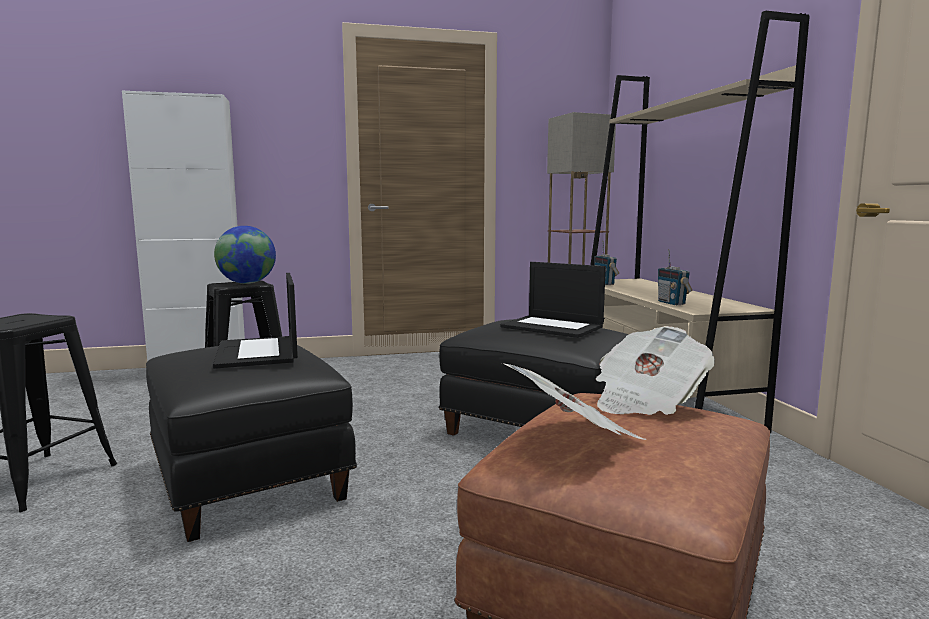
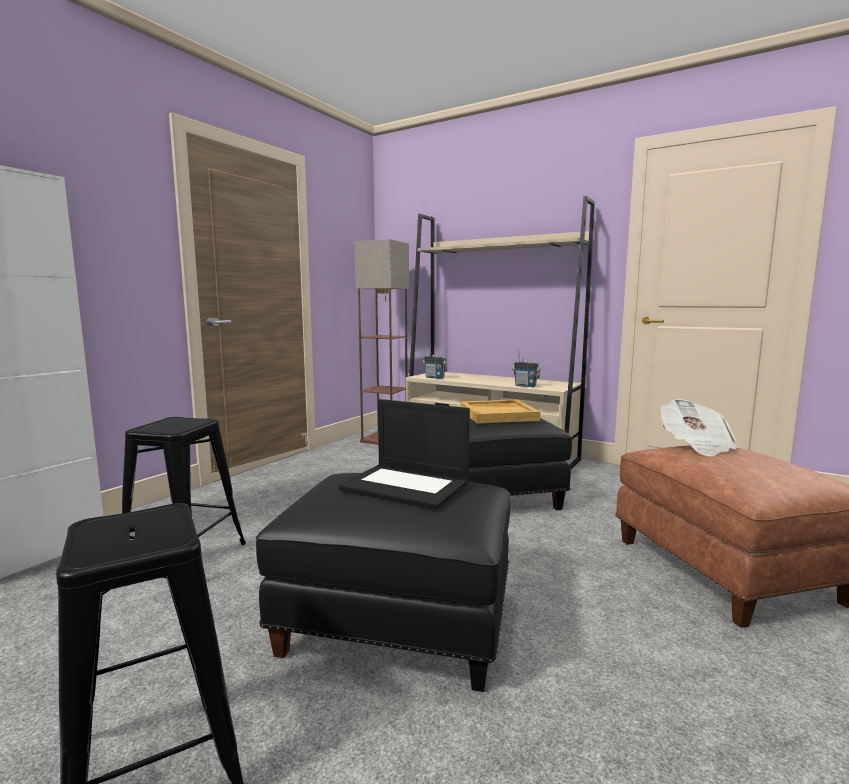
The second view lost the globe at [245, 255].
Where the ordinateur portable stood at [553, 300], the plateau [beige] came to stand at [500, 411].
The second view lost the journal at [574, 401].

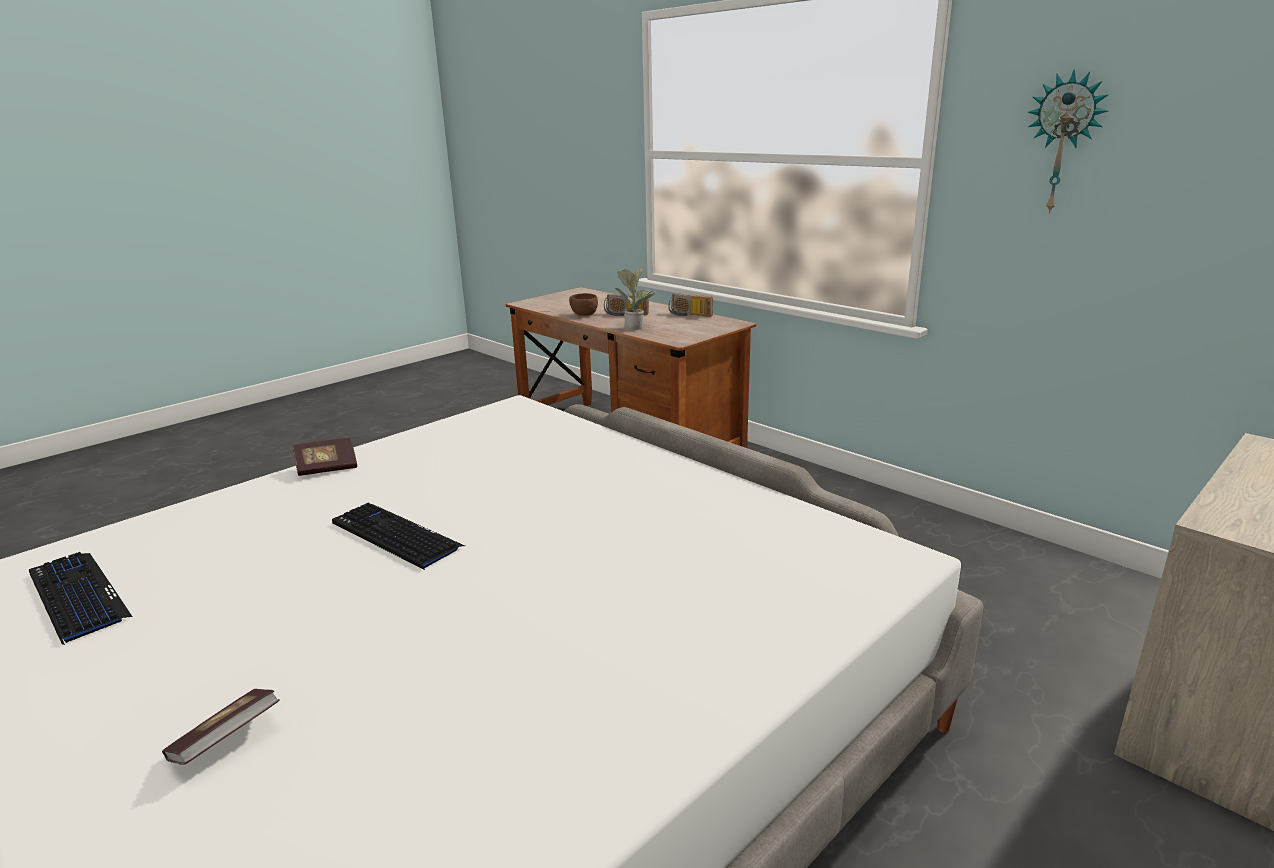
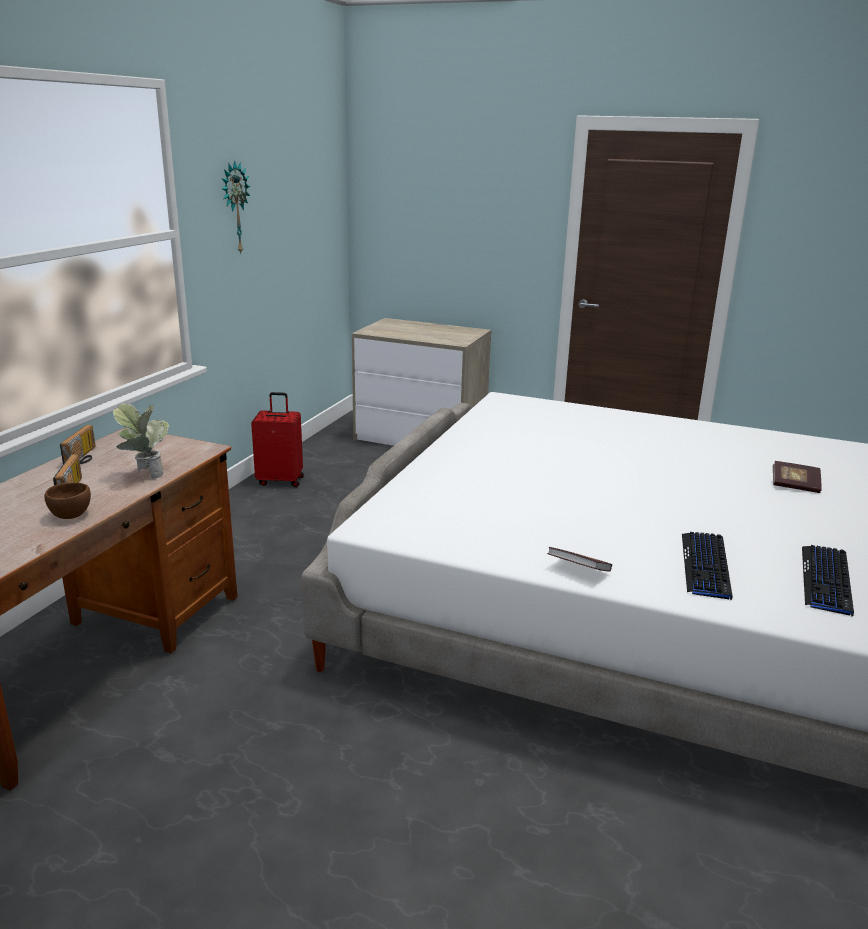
The clavier ended up elsewhere, having gone from [398, 536] to [707, 566].
The second view gained the valise [rouge] at [277, 439].

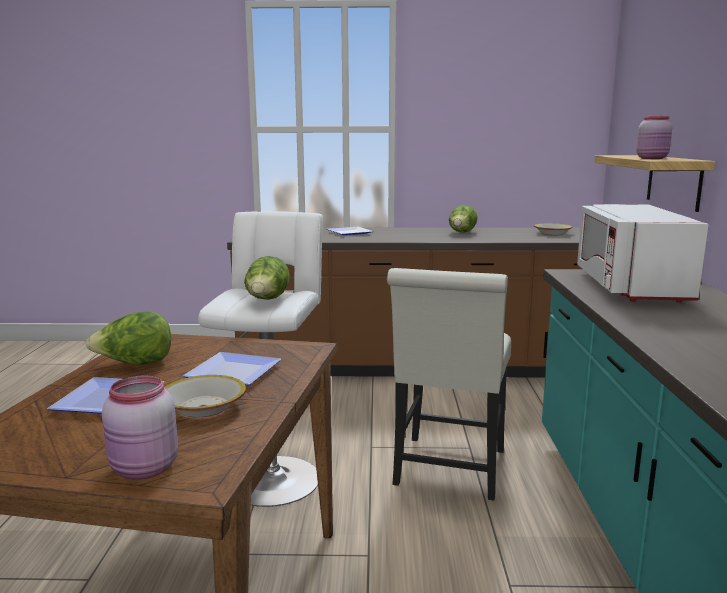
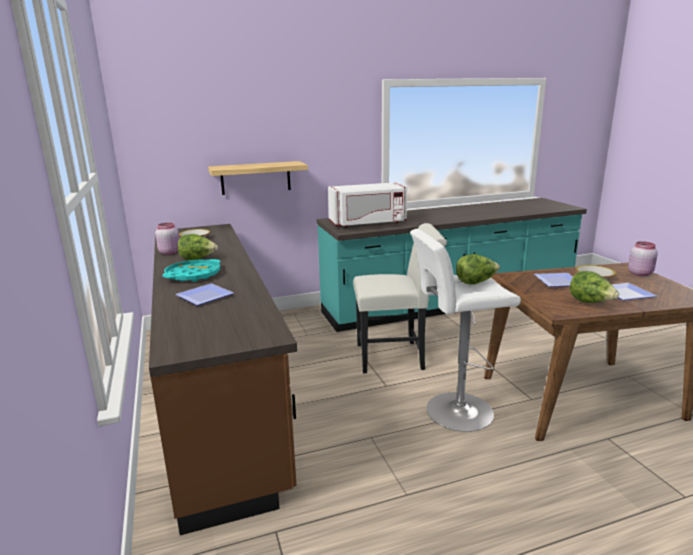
The bocal [rose] ended up elsewhere, having gone from [654, 137] to [167, 239].
The second view gained the plateau [turquoise] at [191, 270].

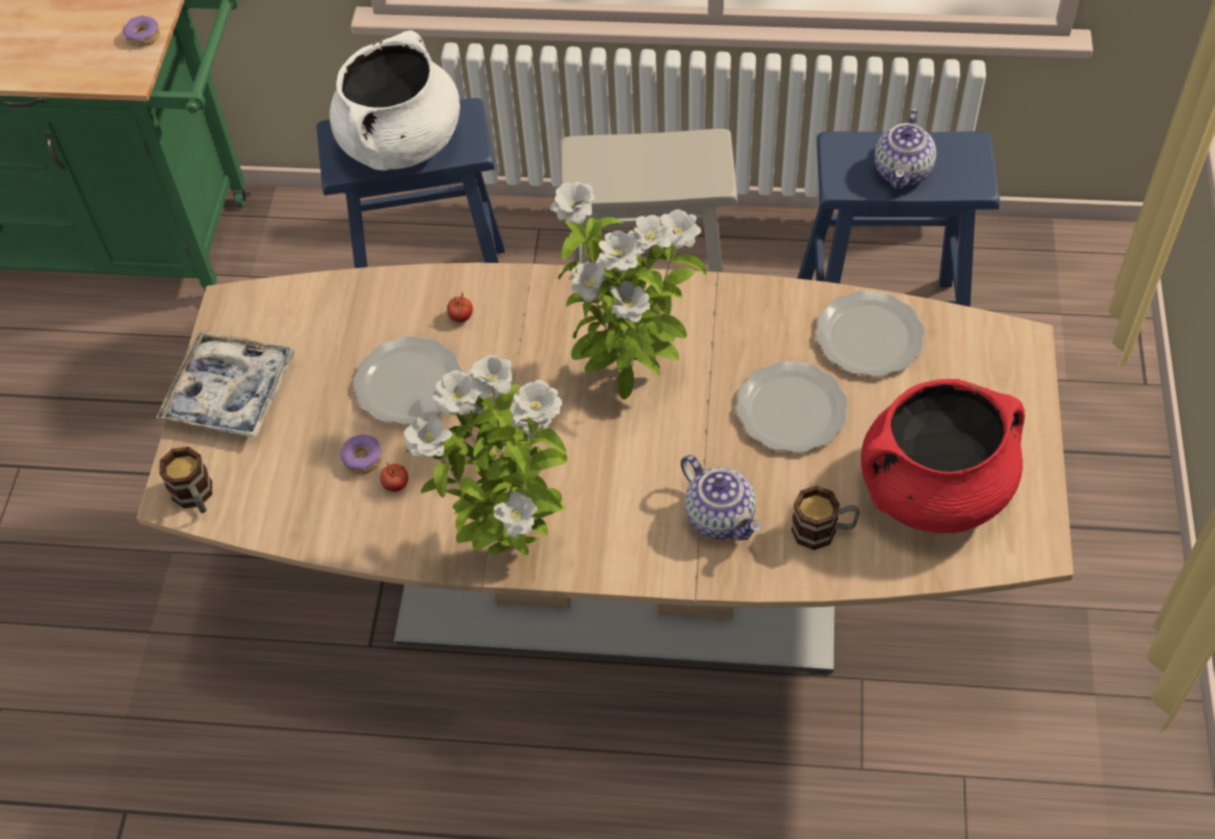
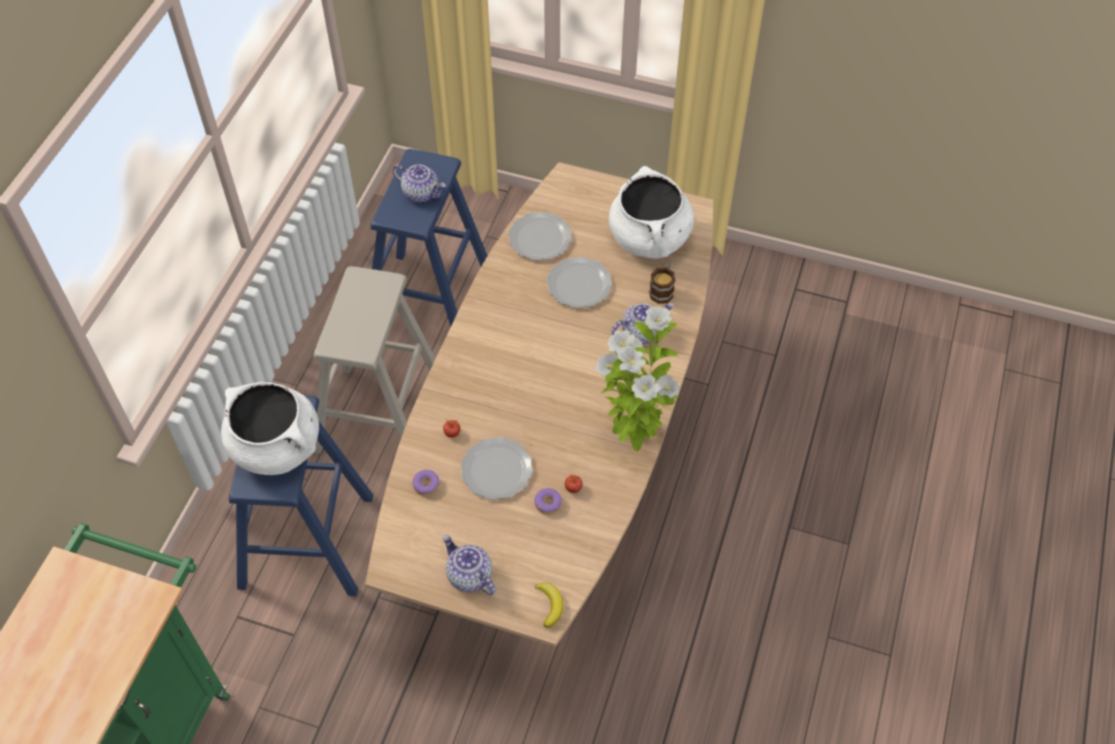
The beignet ended up elsewhere, having gone from [141, 31] to [426, 483].
The second view lost the plante en pot at [628, 290].
Where the plateau stood at [225, 384], the théière came to stand at [468, 565].
What was the marmite [rouge] at [943, 456] turned into the marmite [blanc] at [651, 212].
Where the mug stood at [185, 480], the banane came to stand at [549, 605].

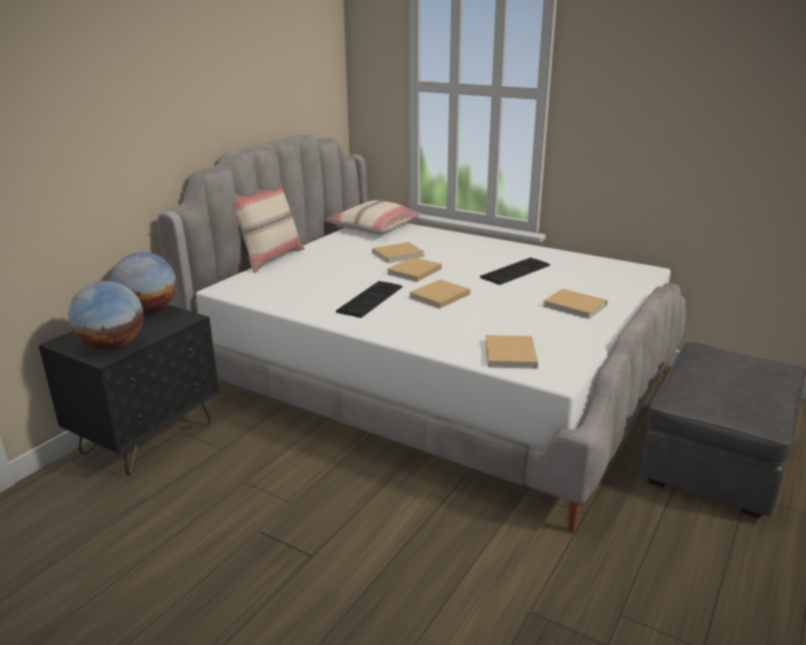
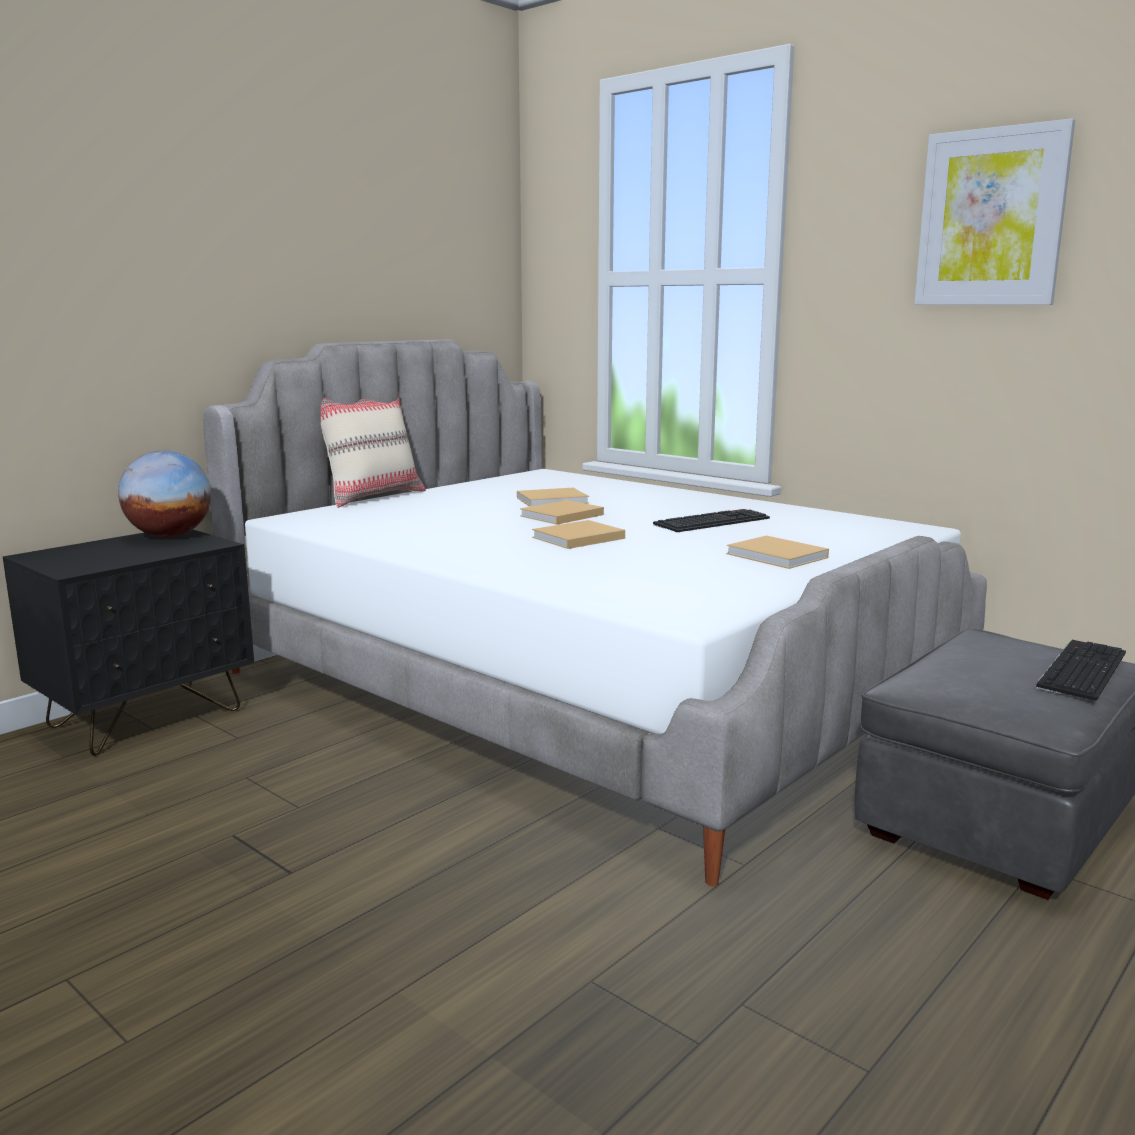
The second view lost the coussin [beige] at [373, 217].
The second view lost the globe at [105, 315].
The clavier ended up elsewhere, having gone from [369, 299] to [1081, 670].
The second view lost the livre [beige] at [511, 352].
The second view gained the tableau at [994, 212].

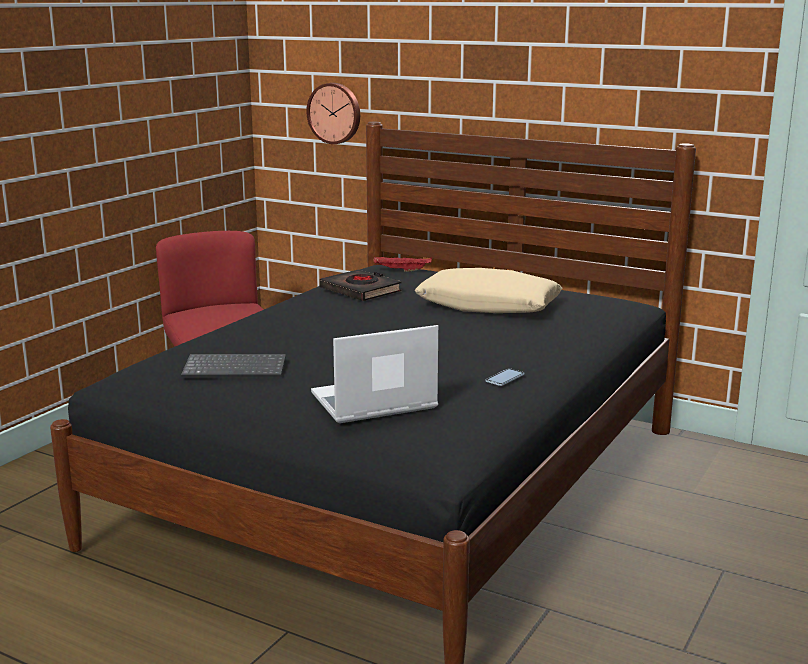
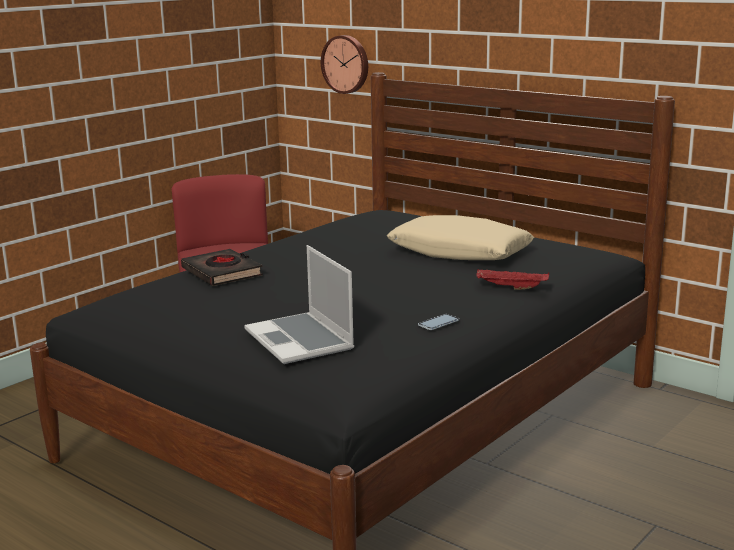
The plateau [rouge] ended up elsewhere, having gone from [402, 264] to [512, 279].
The livre [noir] ended up elsewhere, having gone from [360, 285] to [222, 267].
The ordinateur portable at [374, 374] ended up facing another way, 105 degrees counterclockwise from before.
The second view lost the clavier at [233, 366].

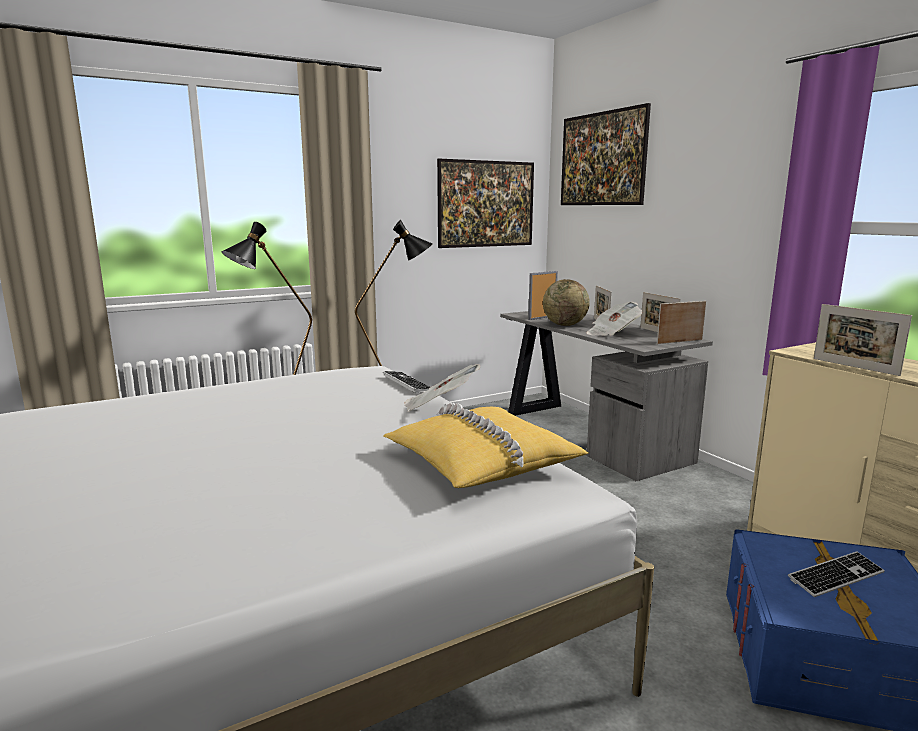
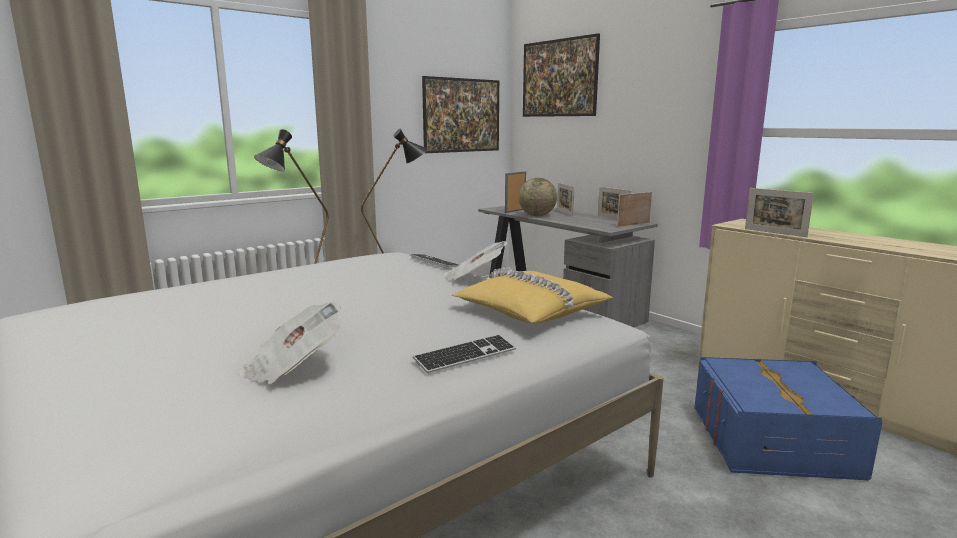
The journal ended up elsewhere, having gone from [614, 319] to [289, 343].
The clavier ended up elsewhere, having gone from [836, 574] to [464, 353].

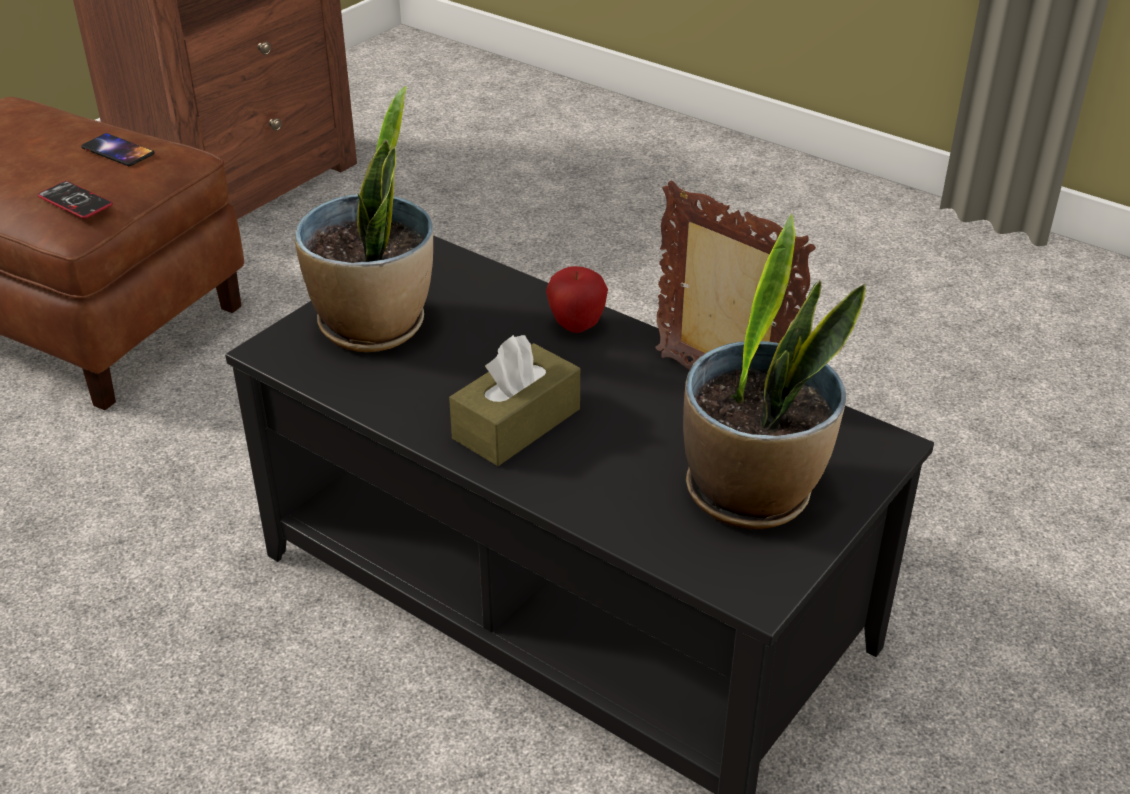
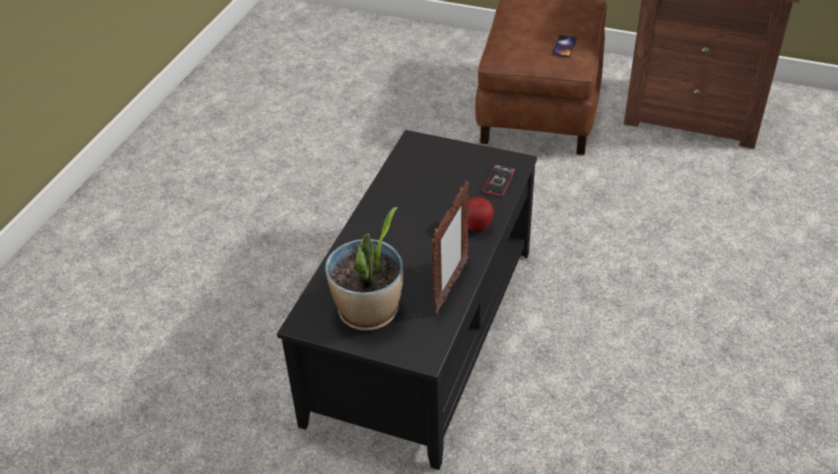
The second view lost the plante en pot at [363, 219].
The téléphone ended up elsewhere, having gone from [75, 200] to [498, 180].
The second view lost the boîte à mouchoirs [marron] at [514, 400].

